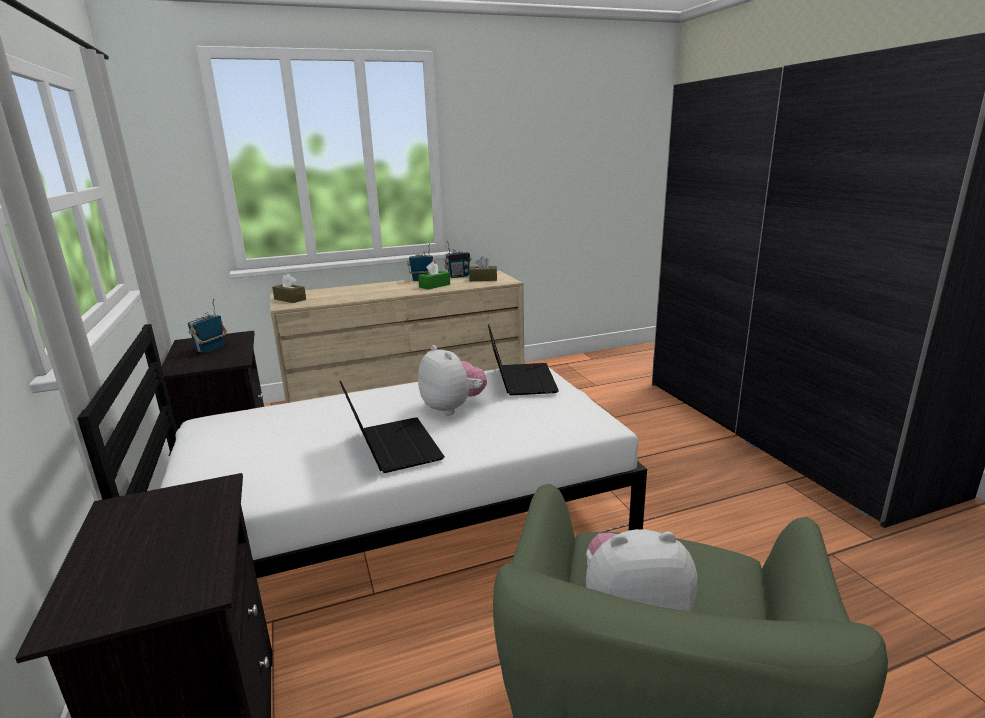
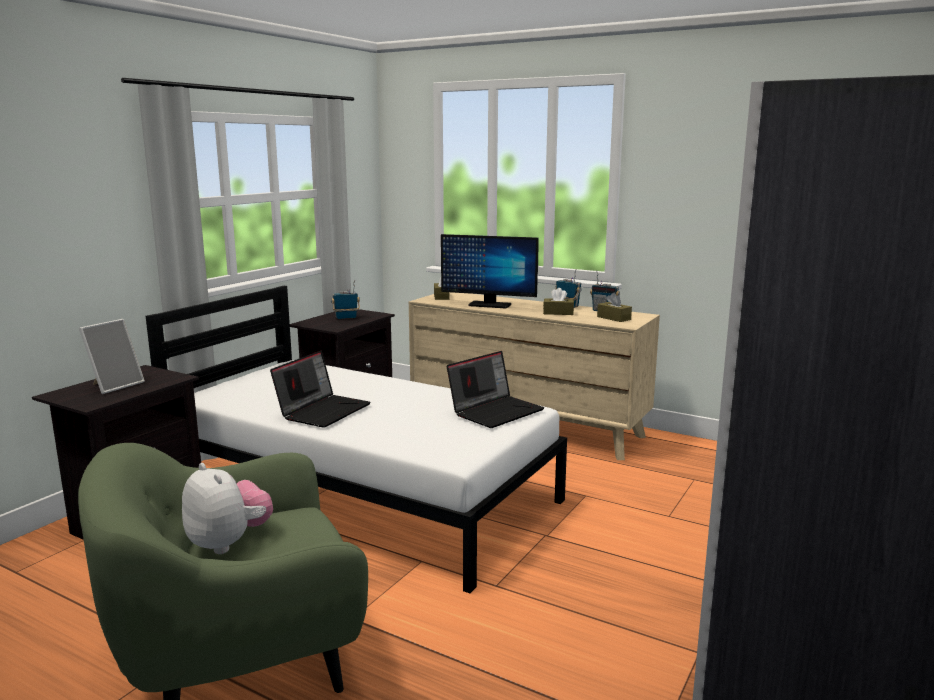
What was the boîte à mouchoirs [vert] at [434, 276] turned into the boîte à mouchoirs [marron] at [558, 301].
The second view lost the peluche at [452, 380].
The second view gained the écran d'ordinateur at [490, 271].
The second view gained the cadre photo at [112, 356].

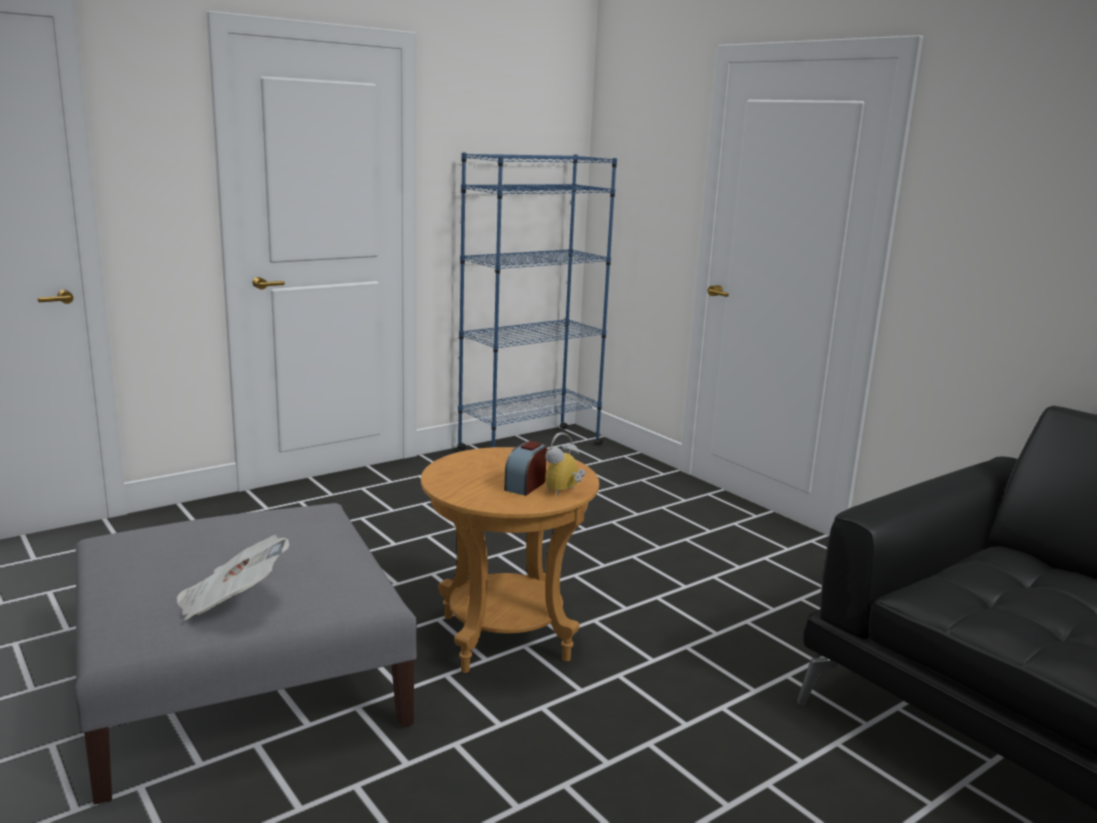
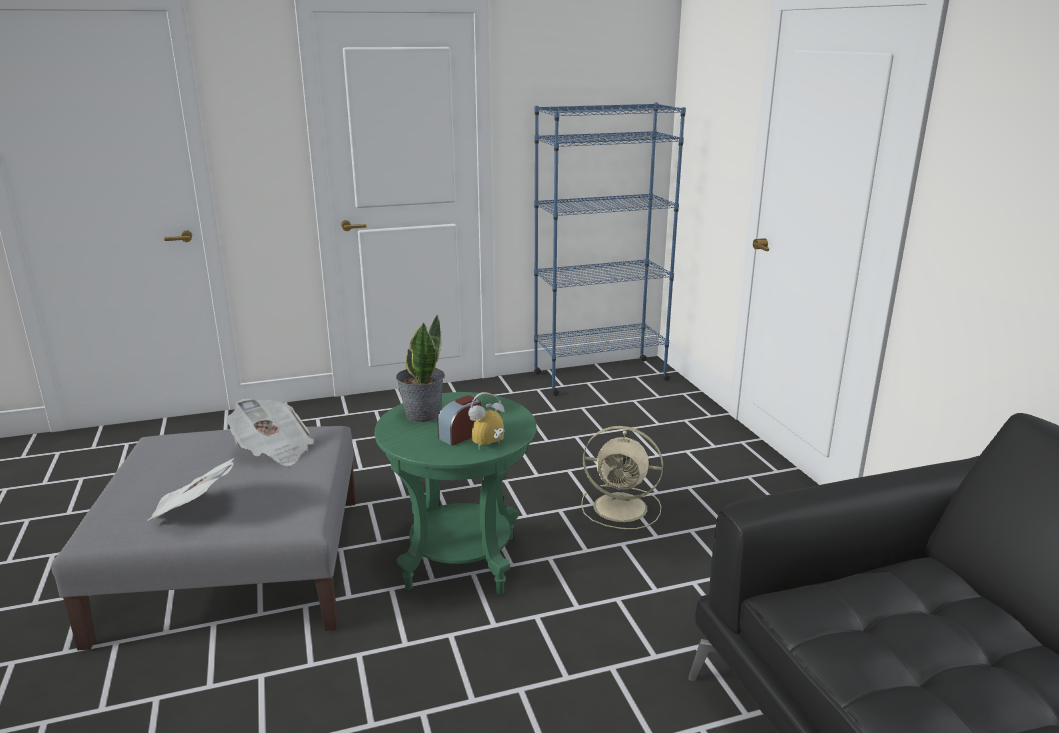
What was the table d'appoint [marron] at [510, 560] turned into the table d'appoint [vert] at [456, 493].
The second view gained the plante en pot at [420, 369].
The second view gained the journal at [270, 432].
The second view gained the ventilateur [beige] at [622, 477].

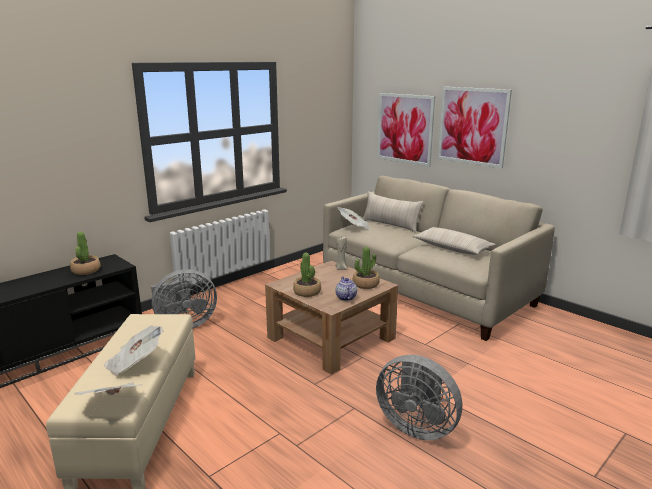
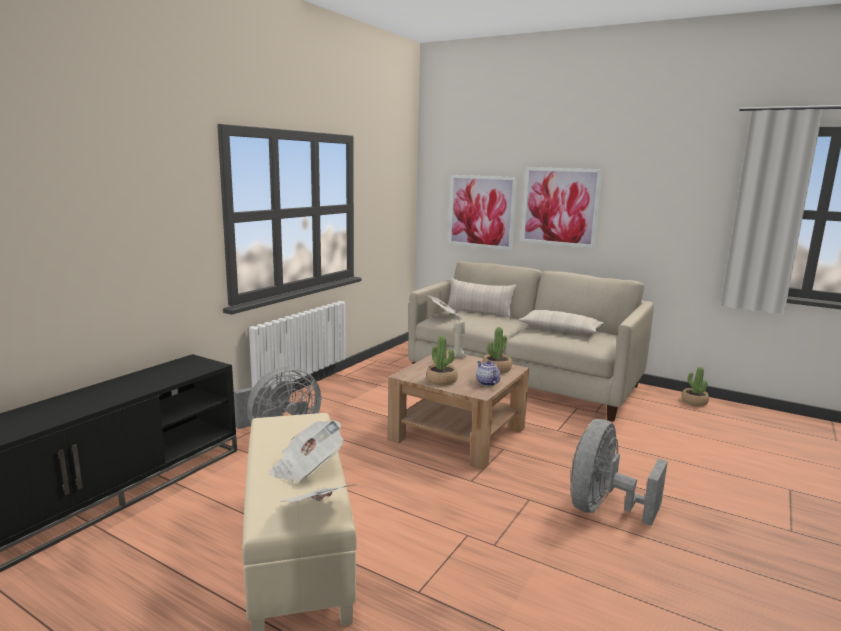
The plante en pot ended up elsewhere, having gone from [85, 253] to [695, 386].
The ventilateur [gris] at [419, 397] ended up facing another way, 105 degrees clockwise from before.

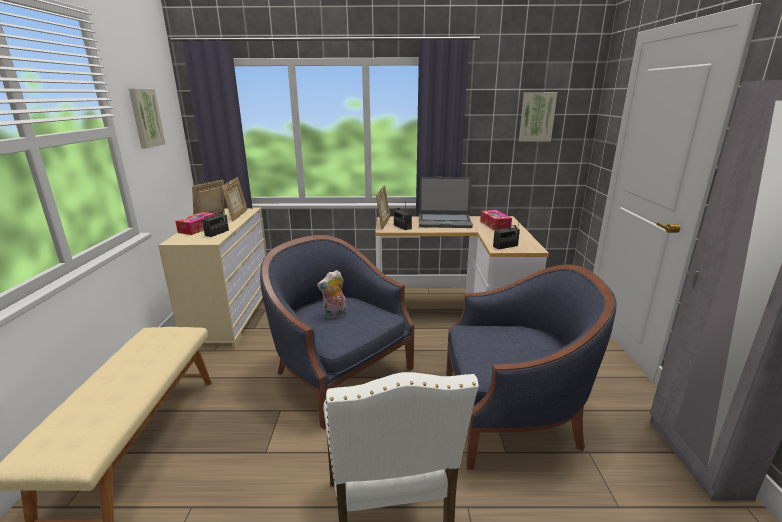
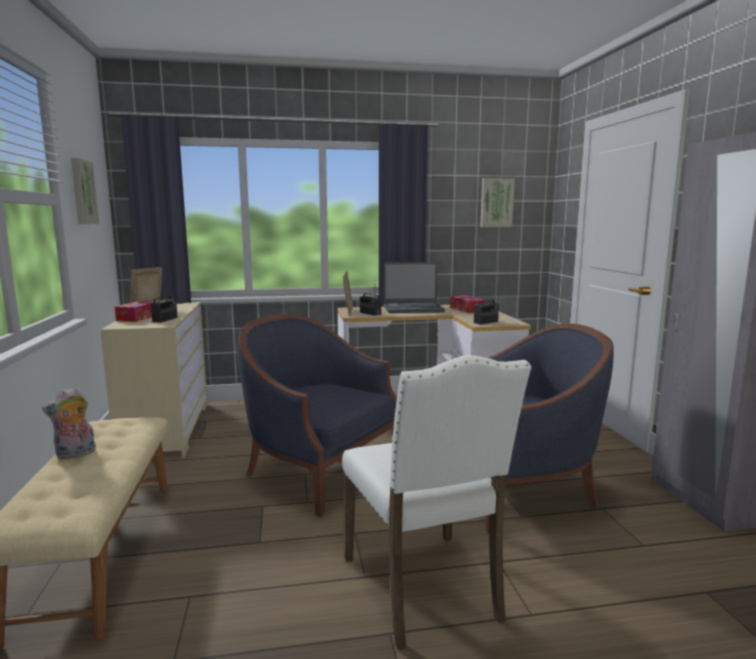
The second view lost the cadre photo at [234, 199].
The peluche ended up elsewhere, having gone from [332, 294] to [69, 423].

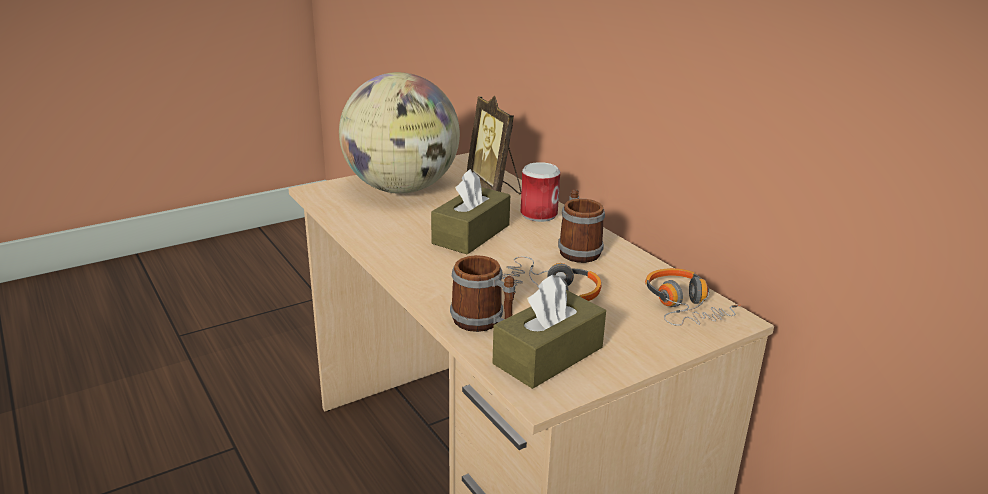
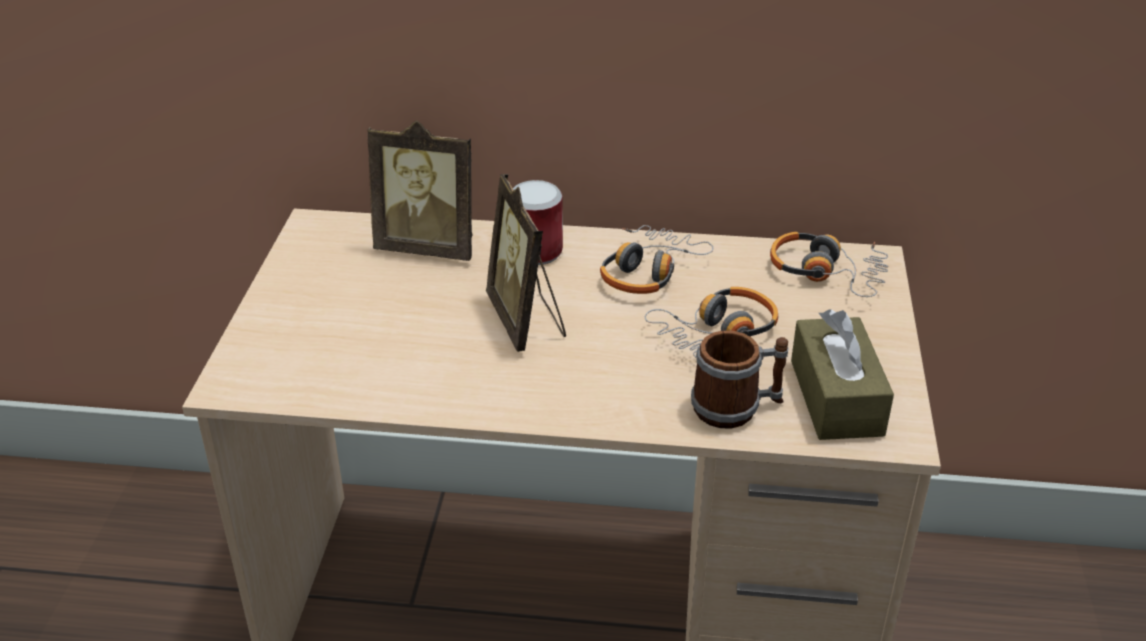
The second view lost the globe at [399, 133].
Where the boîte à mouchoirs [marron] stood at [470, 212], the cadre photo came to stand at [526, 263].
Where the mug stood at [581, 226], the casque audio came to stand at [656, 259].

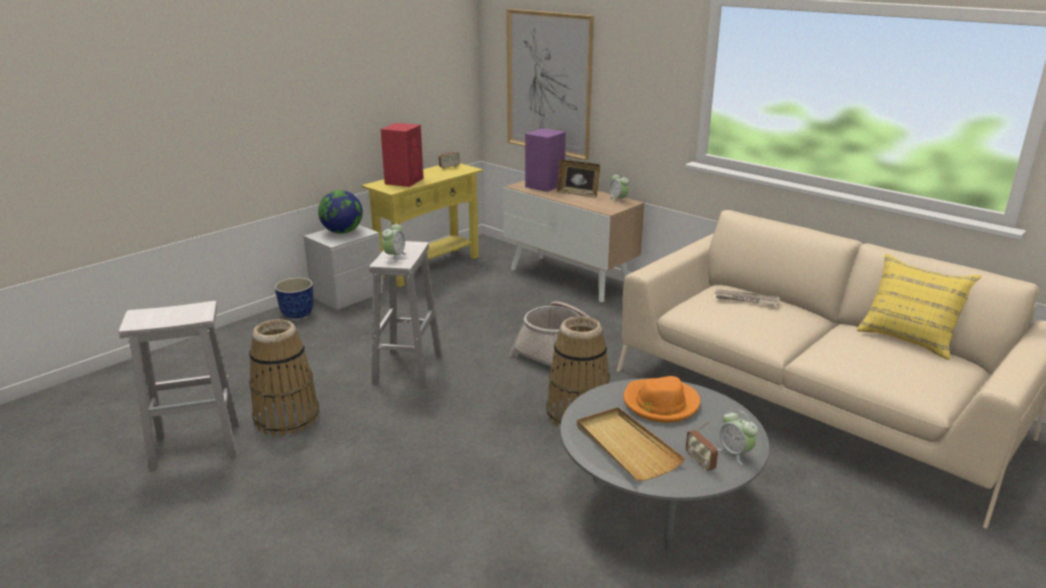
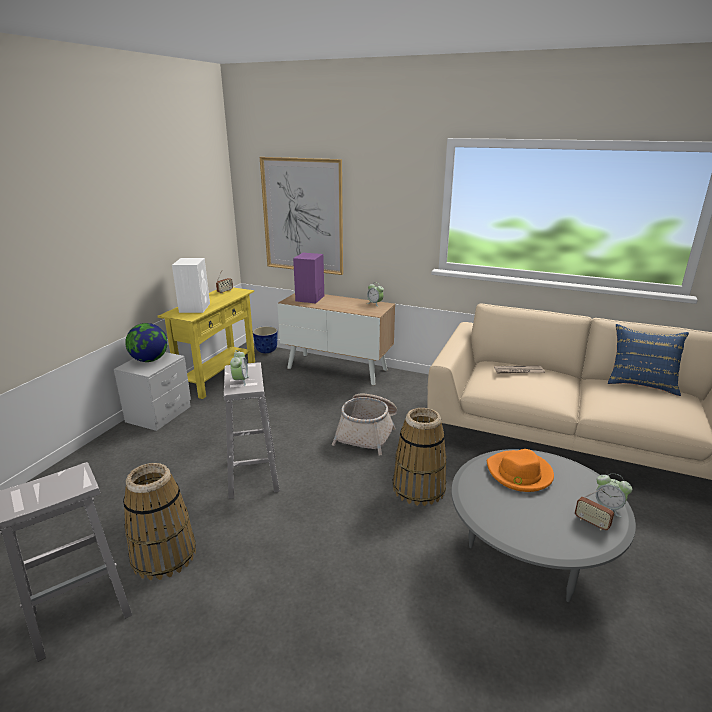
What was the enceinte [rouge] at [402, 155] turned into the enceinte [blanc] at [191, 285].
The second view lost the cadre photo at [578, 179].
What was the coussin [jaune] at [919, 307] turned into the coussin [bleu] at [648, 360].
The cache-pot ended up elsewhere, having gone from [294, 298] to [265, 339].
The second view lost the plateau [beige] at [631, 444].

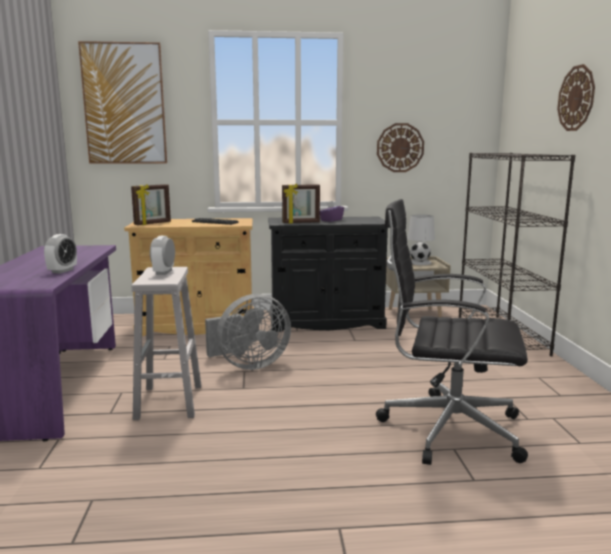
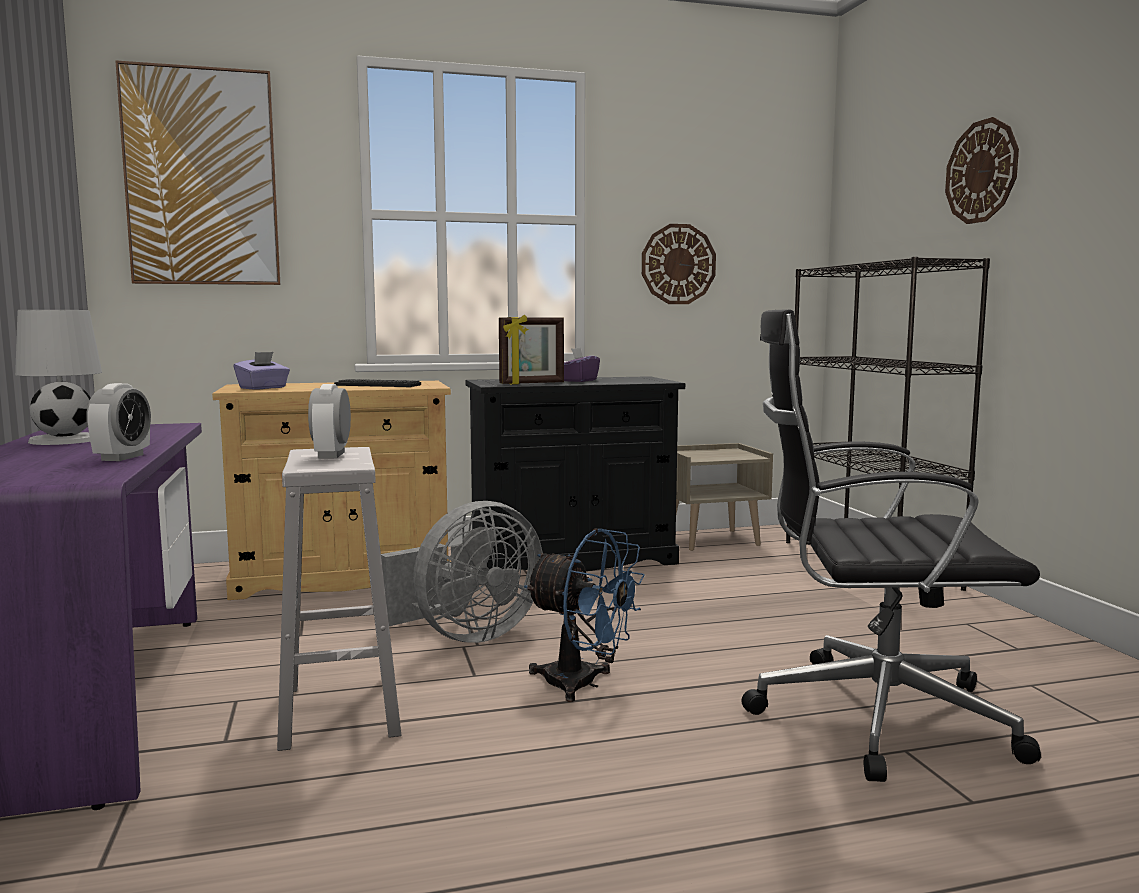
Where the cadre photo stood at [151, 204], the boîte à mouchoirs [violet] came to stand at [262, 371].
The lampe de table [blanc] ended up elsewhere, having gone from [421, 240] to [58, 377].
The second view gained the ventilateur [bleu] at [584, 615].

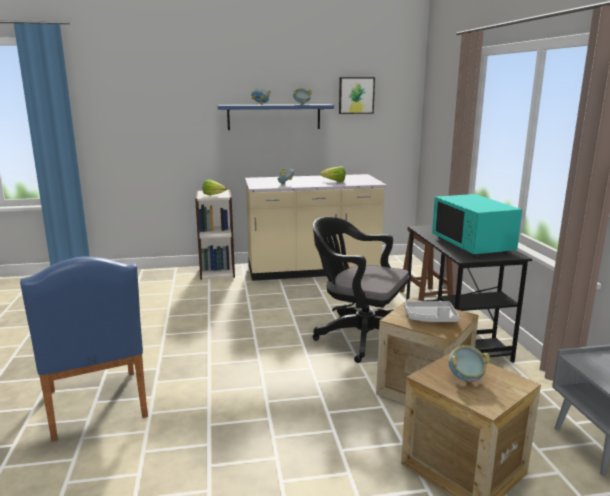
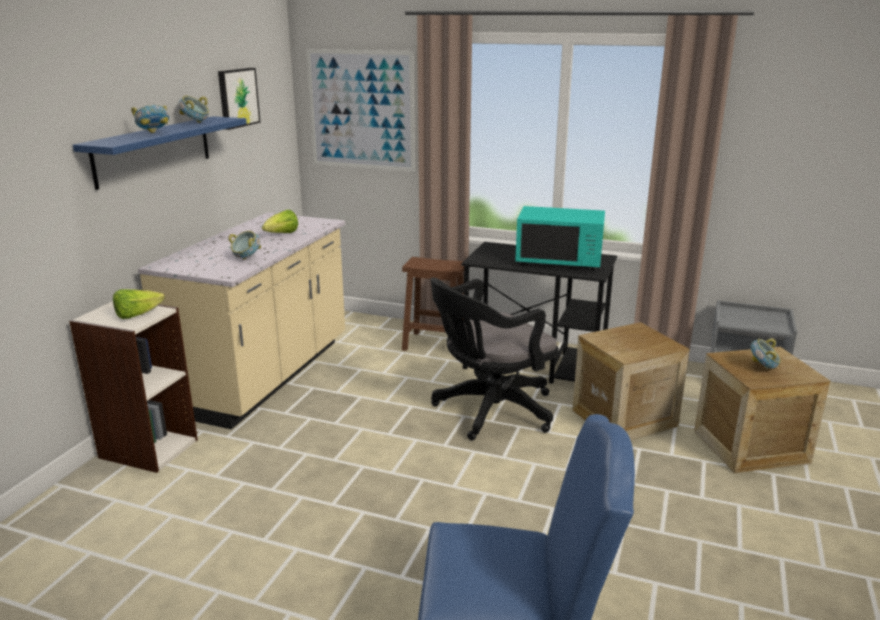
The second view lost the plateau [gris] at [432, 311].
The second view gained the tableau at [360, 110].

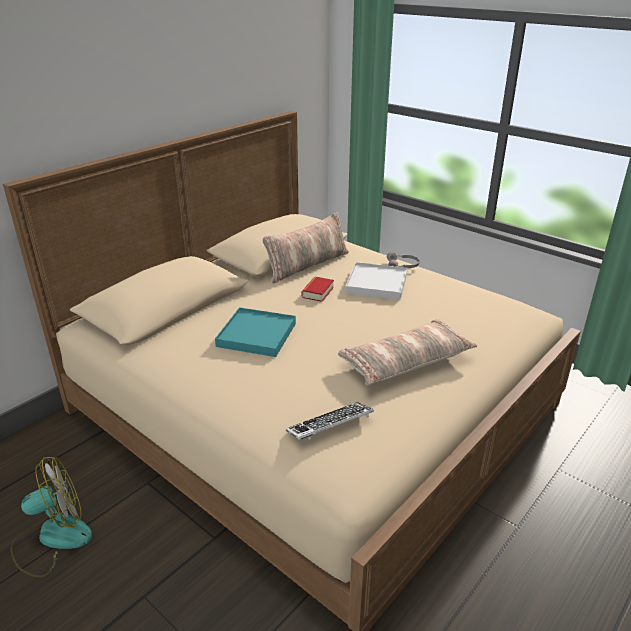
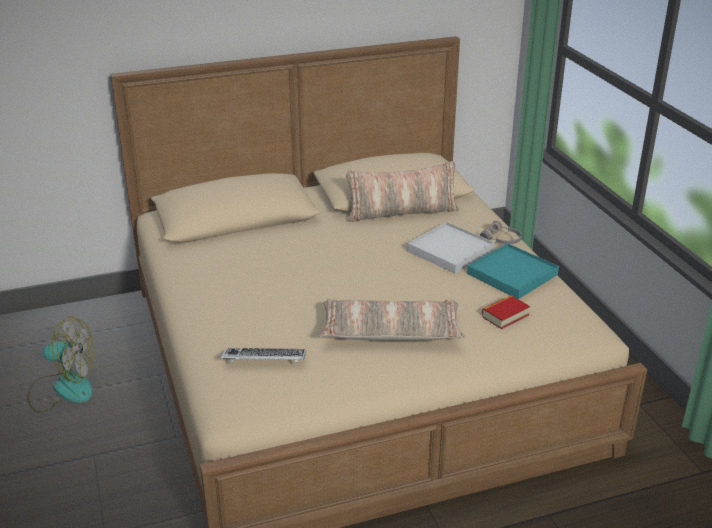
The livre ended up elsewhere, having gone from [317, 289] to [506, 312].
The plateau [turquoise] ended up elsewhere, having gone from [255, 332] to [513, 271].

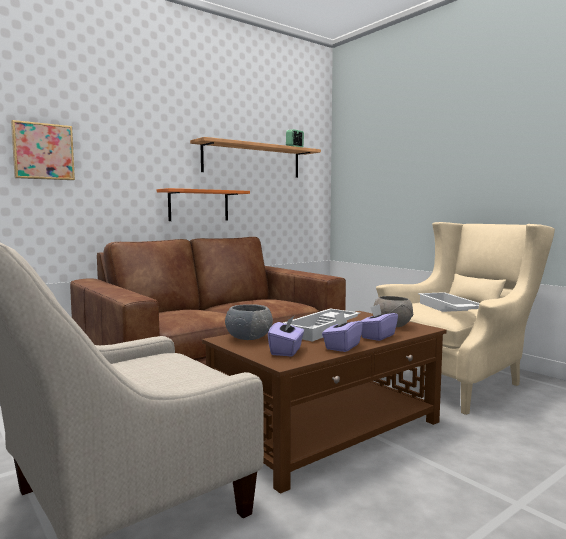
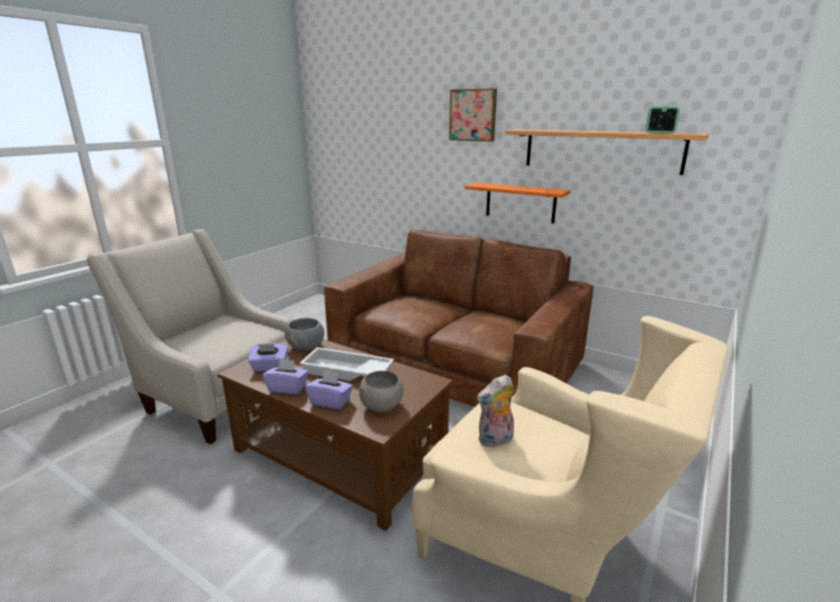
The tableau ended up elsewhere, having gone from [43, 150] to [473, 115].
Where the plateau [blanc] stood at [449, 302], the peluche came to stand at [495, 410].

